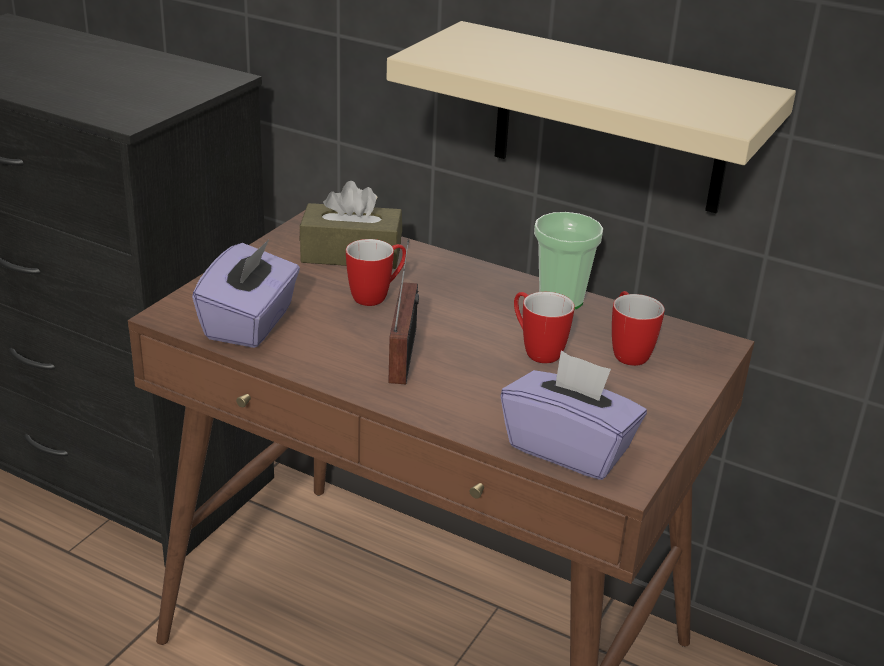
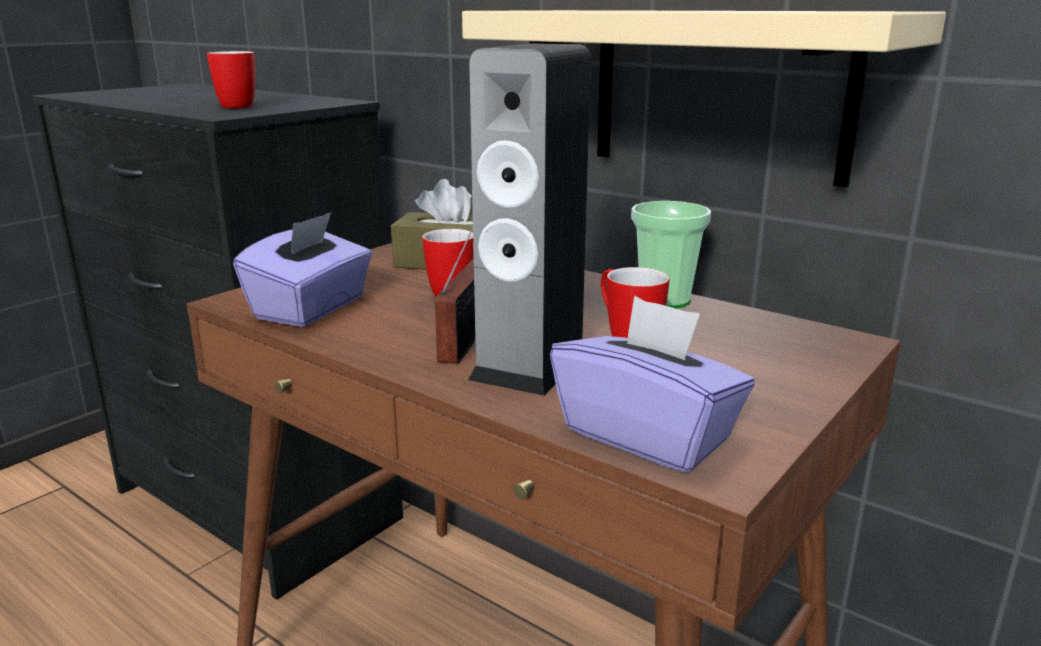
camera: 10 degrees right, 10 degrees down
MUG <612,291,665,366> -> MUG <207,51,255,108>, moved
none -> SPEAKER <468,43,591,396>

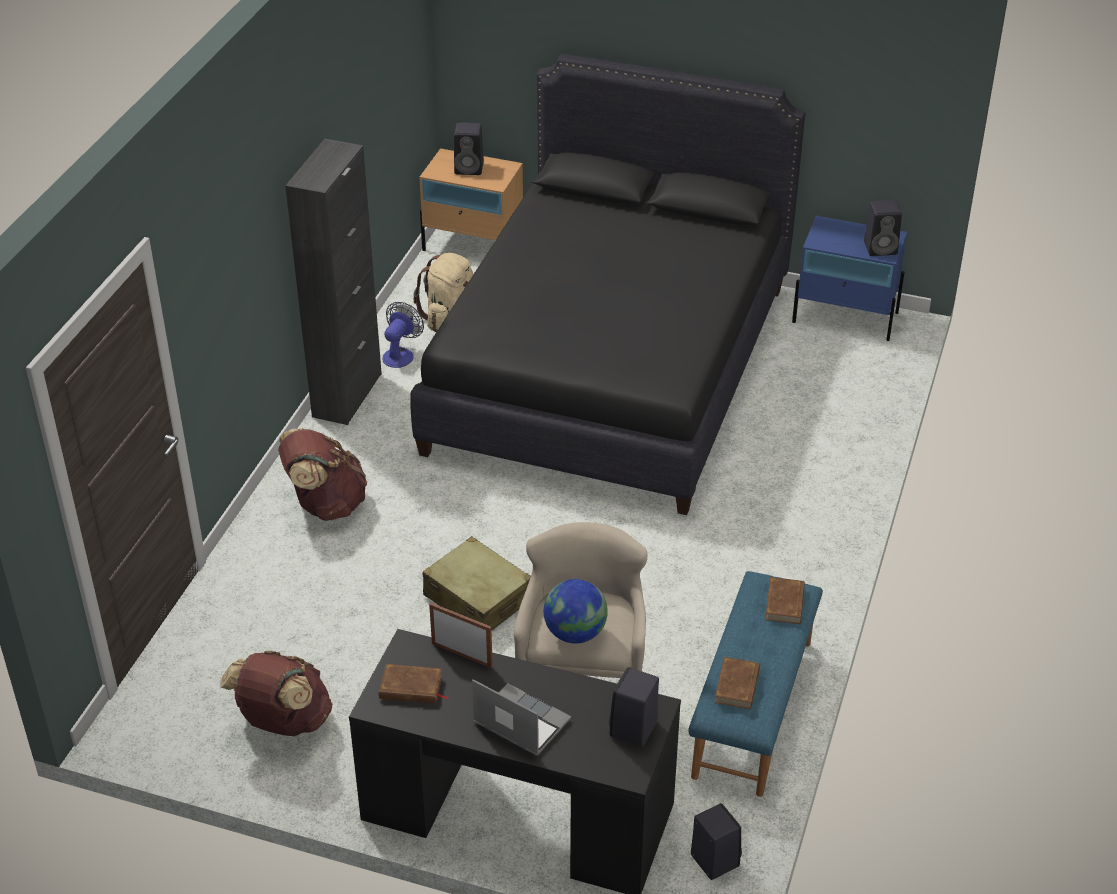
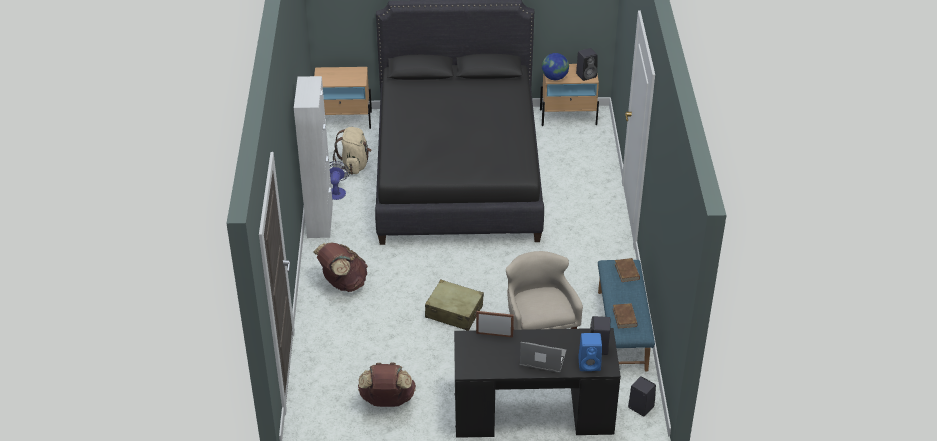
camera: 20 degrees left, 0 degrees up
BLACK SPEAKER <454,123,484,175> -> none
BLACK CABINET <285,139,382,425> -> WHITE CABINET <294,76,333,238>
BLUE NIGHTSTAND <792,216,907,341> -> BEIGE NIGHTSTAND <540,64,599,126>
GLOBE <544,579,608,644> -> GLOBE <542,53,569,80>, moved
BROWN BOOK <379,664,448,704> -> none
none -> BLUE SPEAKER <578,333,602,371>

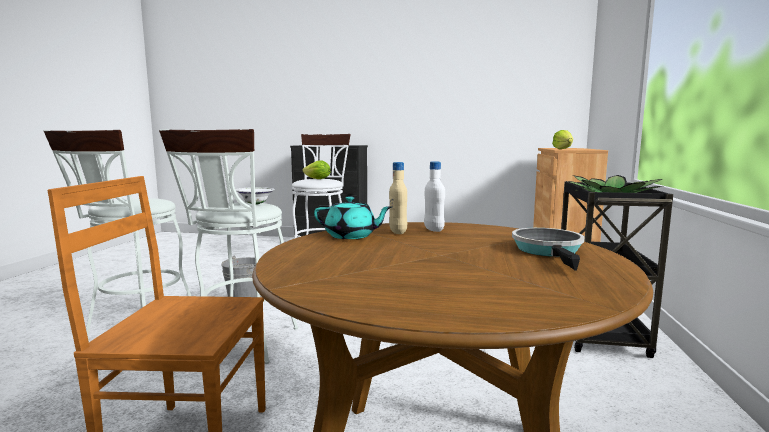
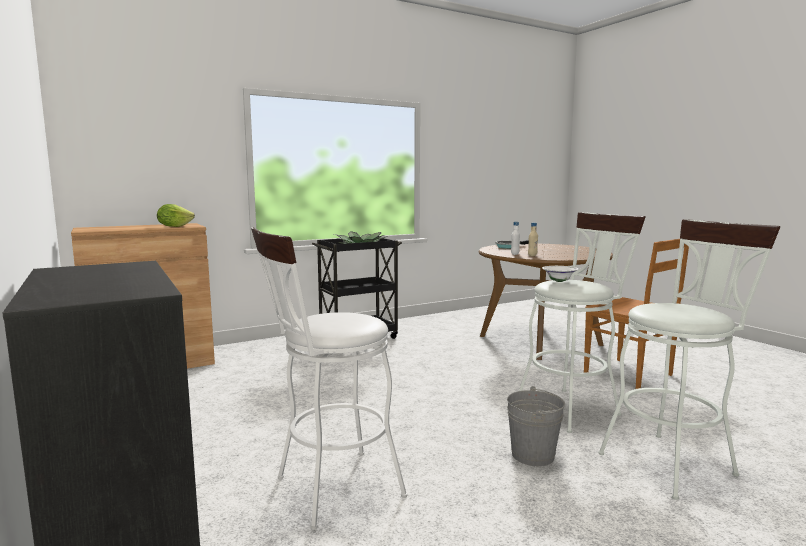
camera: 130 degrees left, 0 degrees up
LETTUCE <302,160,331,179> -> none
TURQUOISE TEAPOT <314,197,392,239> -> none

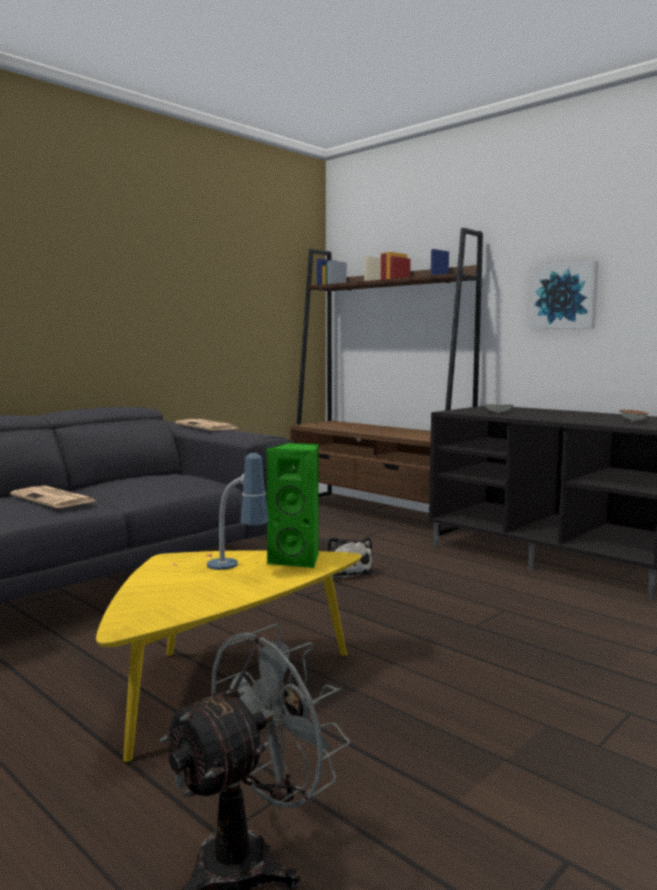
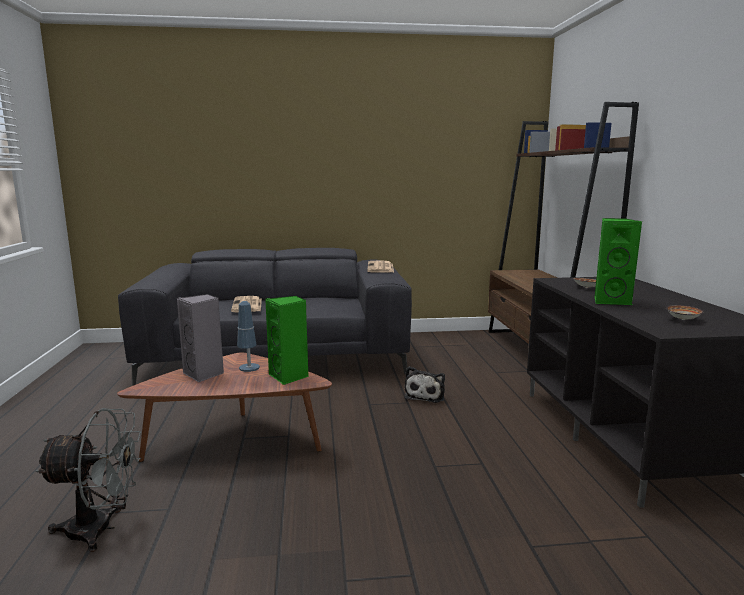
camera: 40 degrees right, 5 degrees up
PICTURE <531,261,599,329> -> none
YELLOW COFFEE TABLE <96,550,362,763> -> BROWN COFFEE TABLE <117,352,332,462>
none -> GREEN SPEAKER <595,218,642,305>
none -> GREY SPEAKER <177,294,224,383>

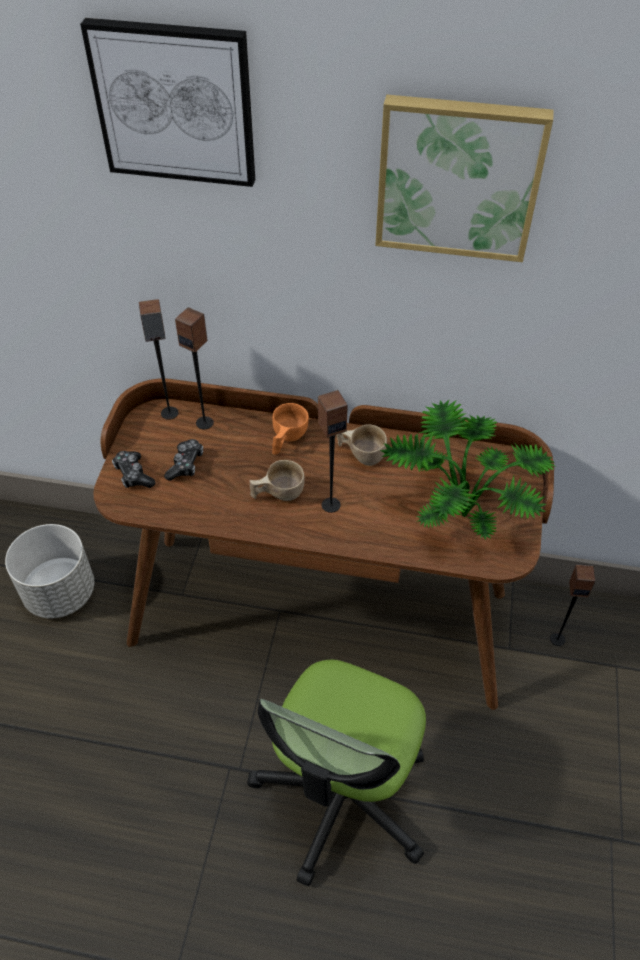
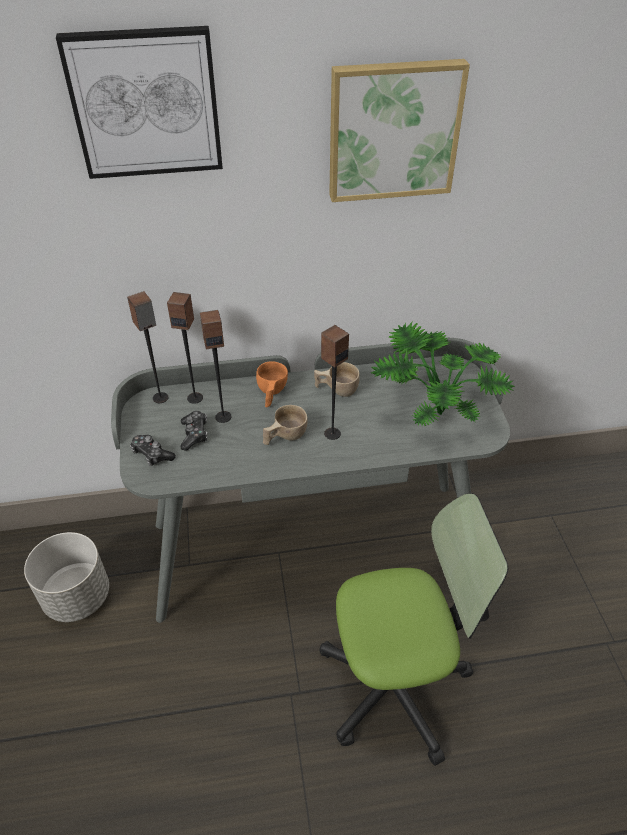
camera: 20 degrees left, 5 degrees down
BROWN DESK <93,378,554,710> -> GREY DESK <111,338,510,623>
SPEAKER <550,564,595,646> -> SPEAKER <200,310,231,423>, moved
OFFICE CHAIR <247,660,426,887> -> OFFICE CHAIR <319,493,508,766>, 105 degrees counterclockwise

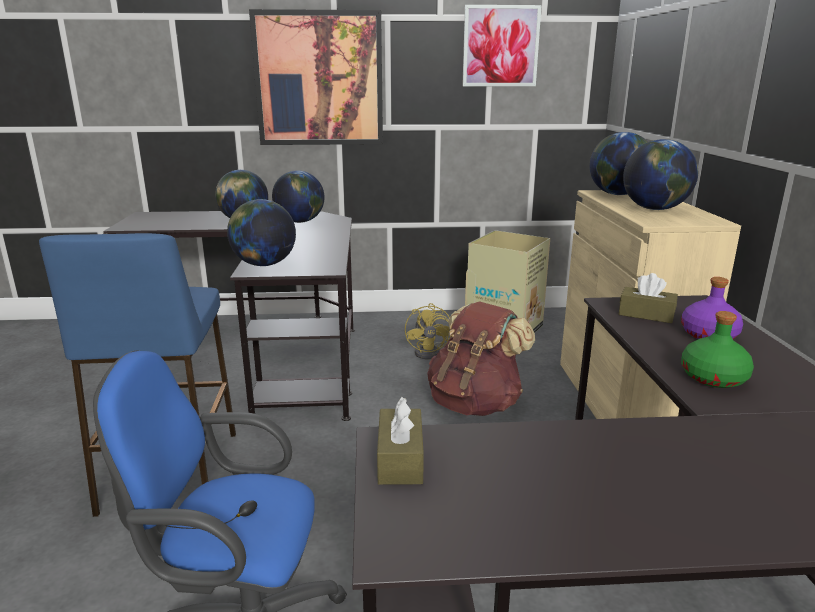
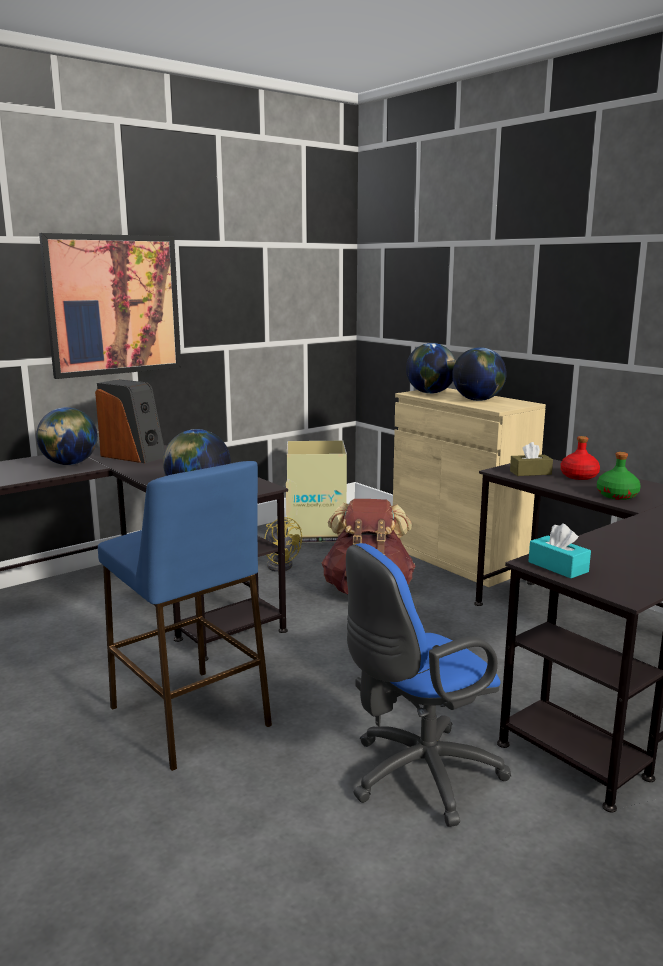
camera: 35 degrees left, 5 degrees down
PICTURE <462,5,542,86> -> none
GLOBE <272,170,325,223> -> SPEAKER <95,379,165,463>
PURPLE BOTTLE <681,277,743,339> -> RED BOTTLE <560,436,600,480>
BROWN TISSUE BOX <377,397,424,485> -> TURQUOISE TISSUE BOX <528,524,591,578>

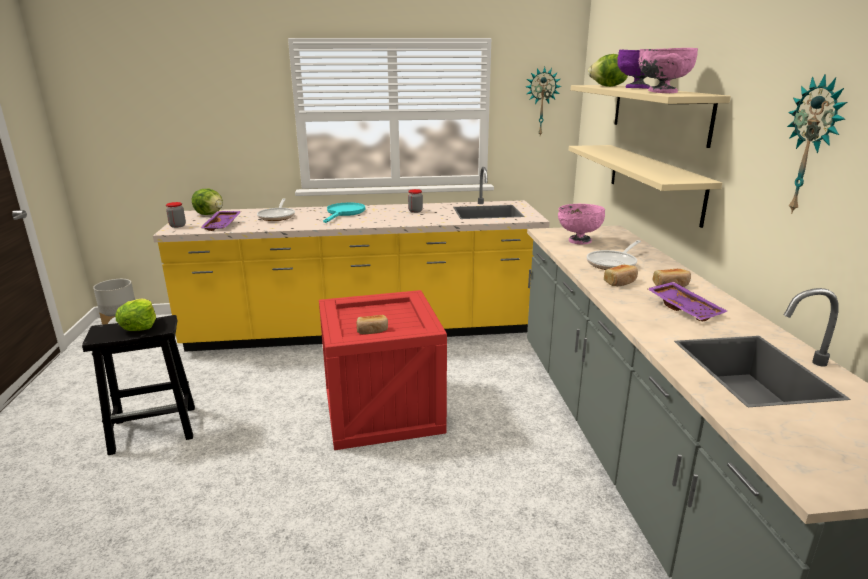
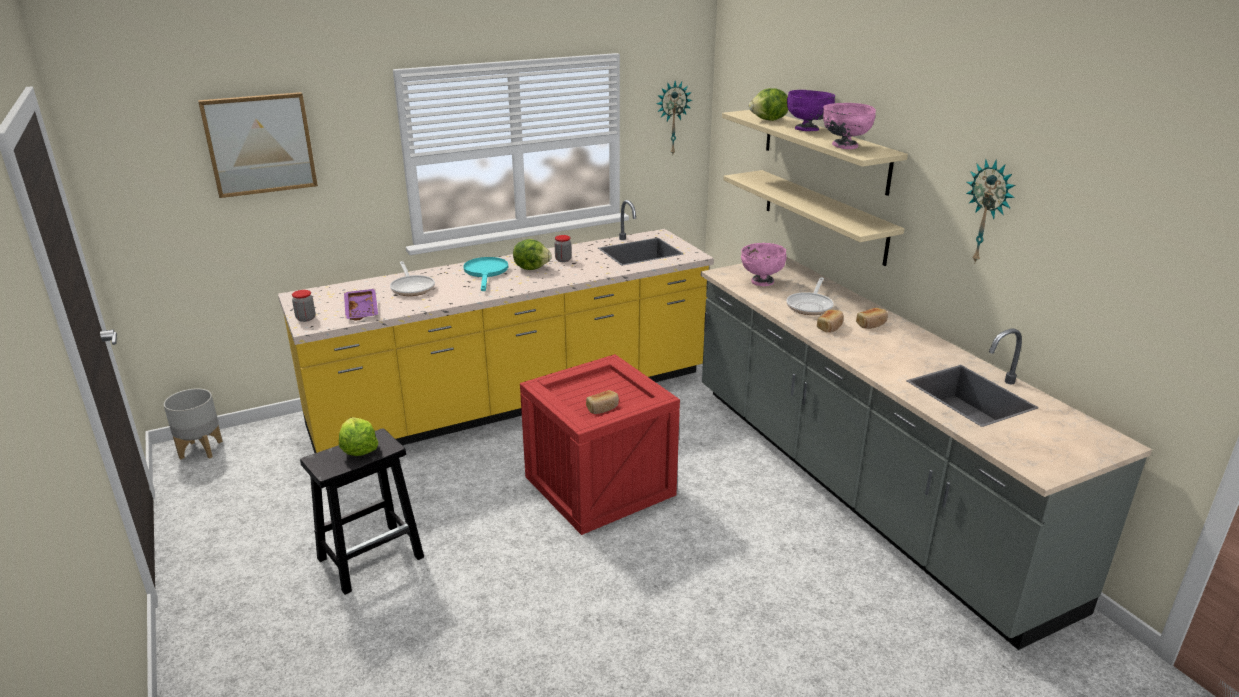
camera: 20 degrees left, 5 degrees up
LETTUCE <192,188,223,215> -> LETTUCE <513,239,552,270>, moved
PURPLE TRAY <647,282,727,322> -> none
none -> PICTURE <198,92,318,198>

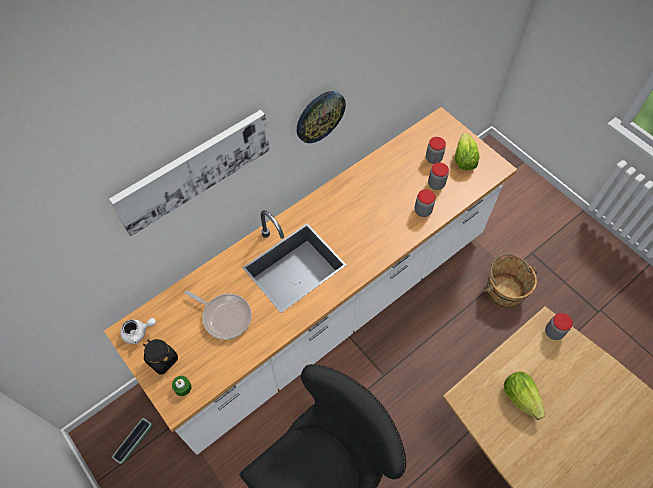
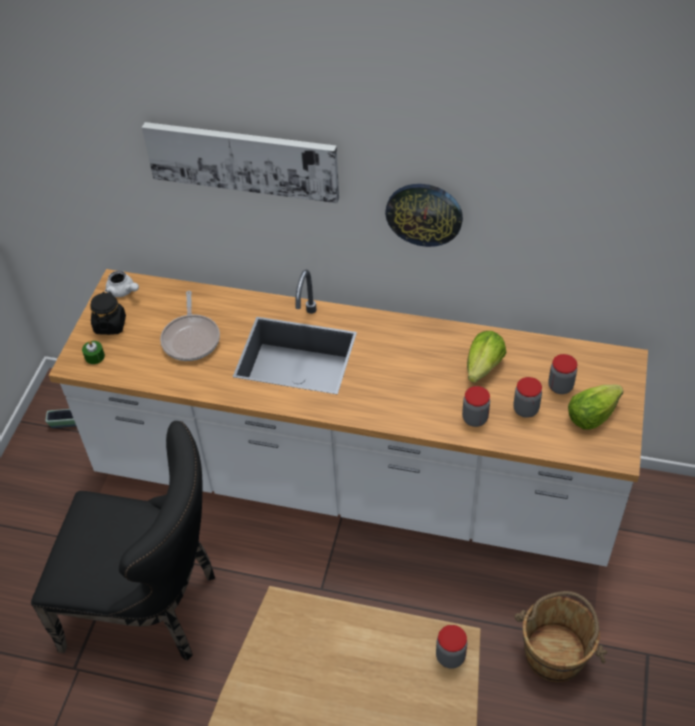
camera: 55 degrees right, 10 degrees down
LETTUCE <504,372,545,420> -> LETTUCE <467,331,506,383>, moved

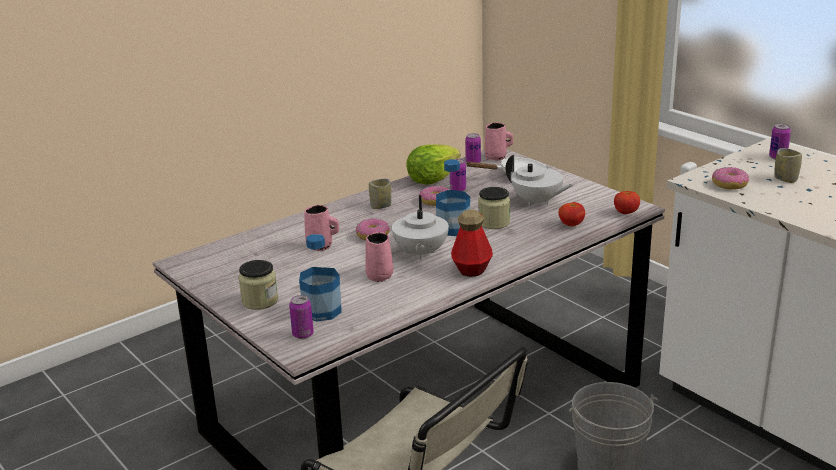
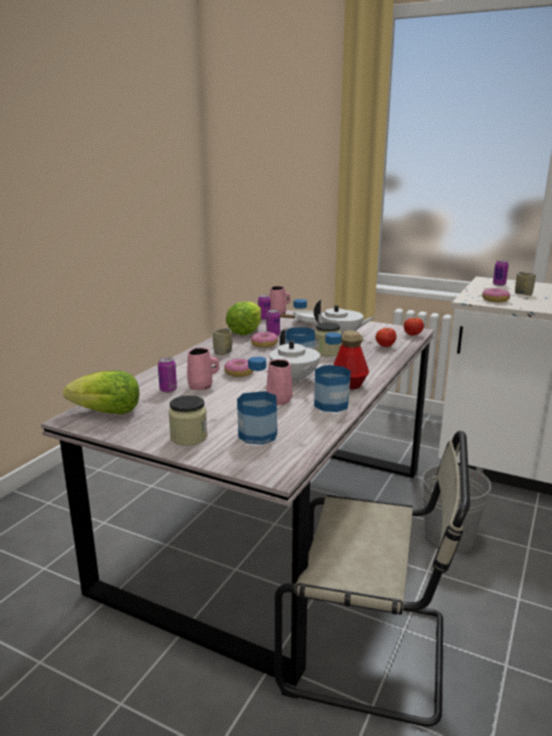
camera: 25 degrees left, 5 degrees down
CAN <289,295,314,339> -> CAN <158,357,177,393>, moved
none -> BOTTLE <314,332,351,412>
none -> LETTUCE <63,370,140,414>

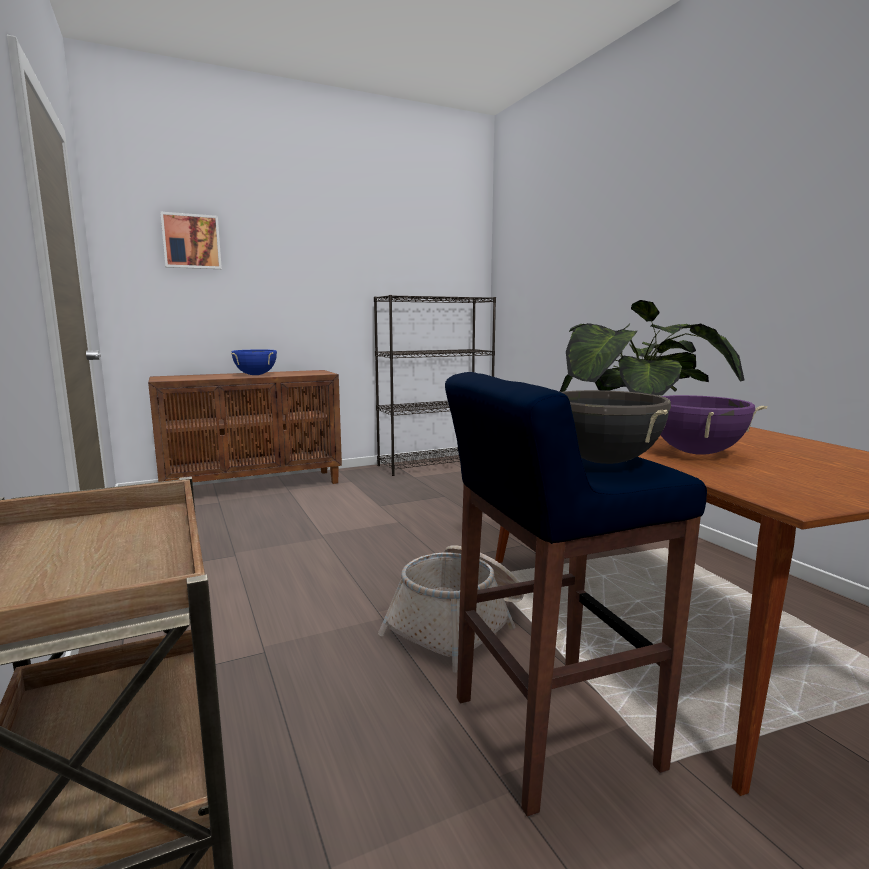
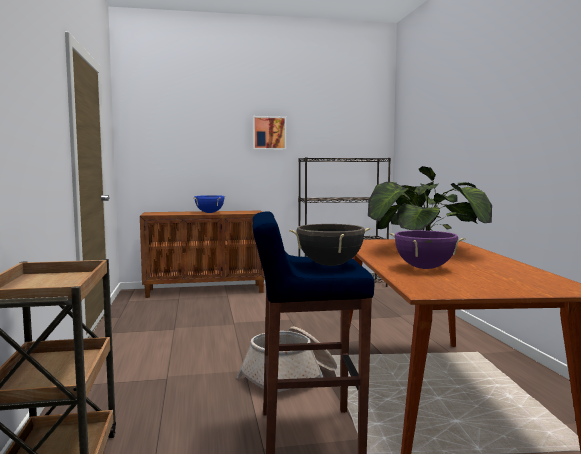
camera: 15 degrees right, 5 degrees down
PICTURE <160,211,222,269> -> PICTURE <253,116,286,150>, moved

